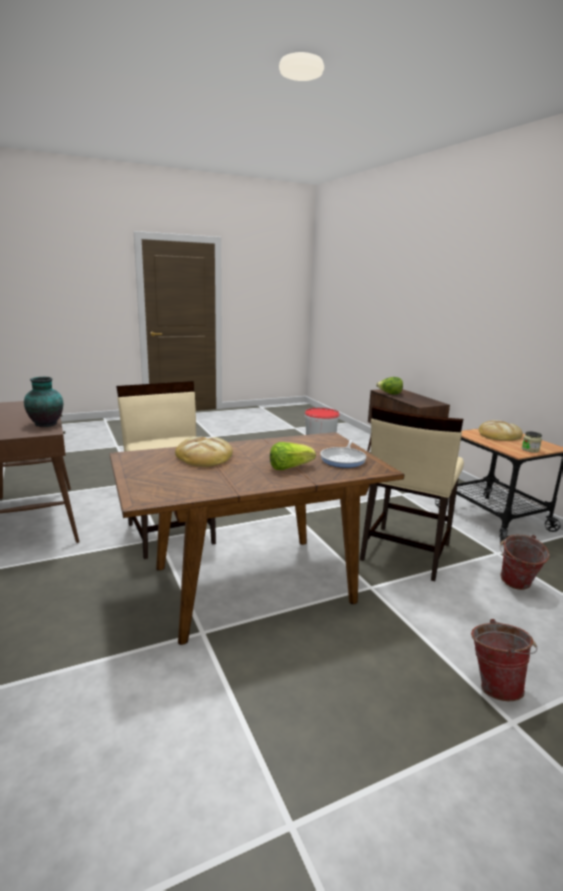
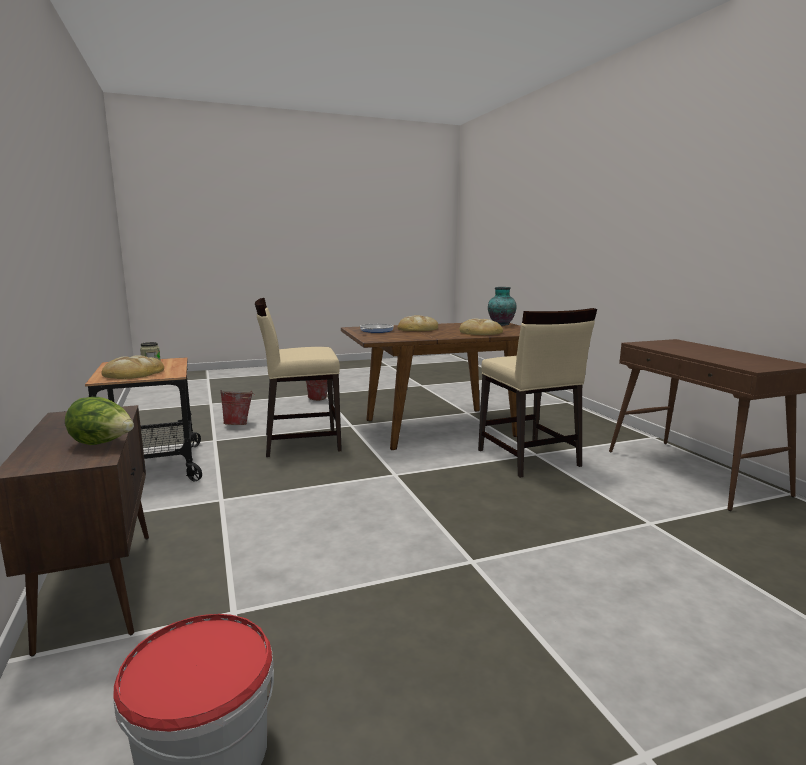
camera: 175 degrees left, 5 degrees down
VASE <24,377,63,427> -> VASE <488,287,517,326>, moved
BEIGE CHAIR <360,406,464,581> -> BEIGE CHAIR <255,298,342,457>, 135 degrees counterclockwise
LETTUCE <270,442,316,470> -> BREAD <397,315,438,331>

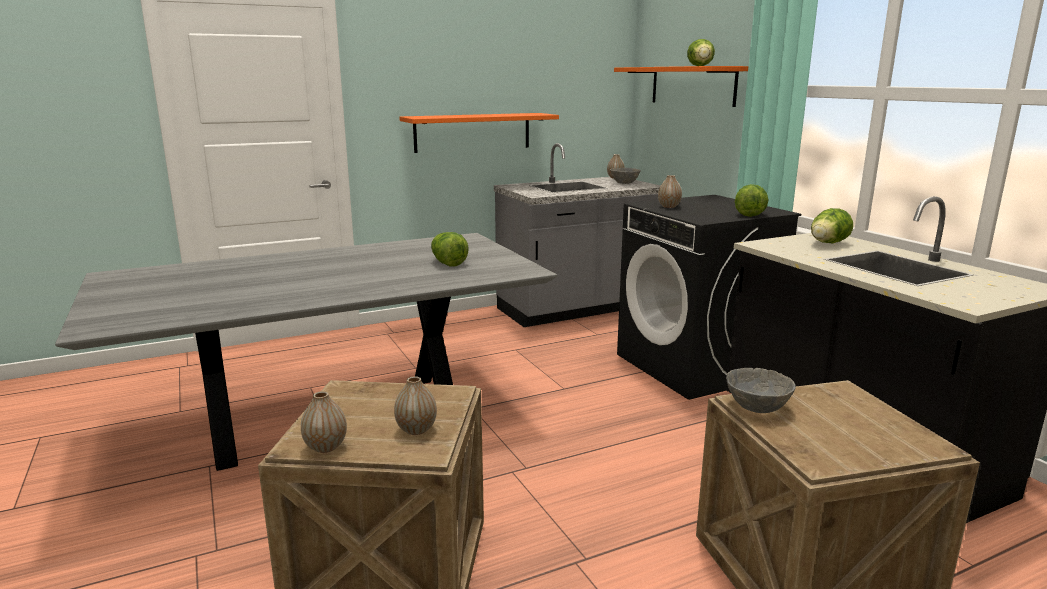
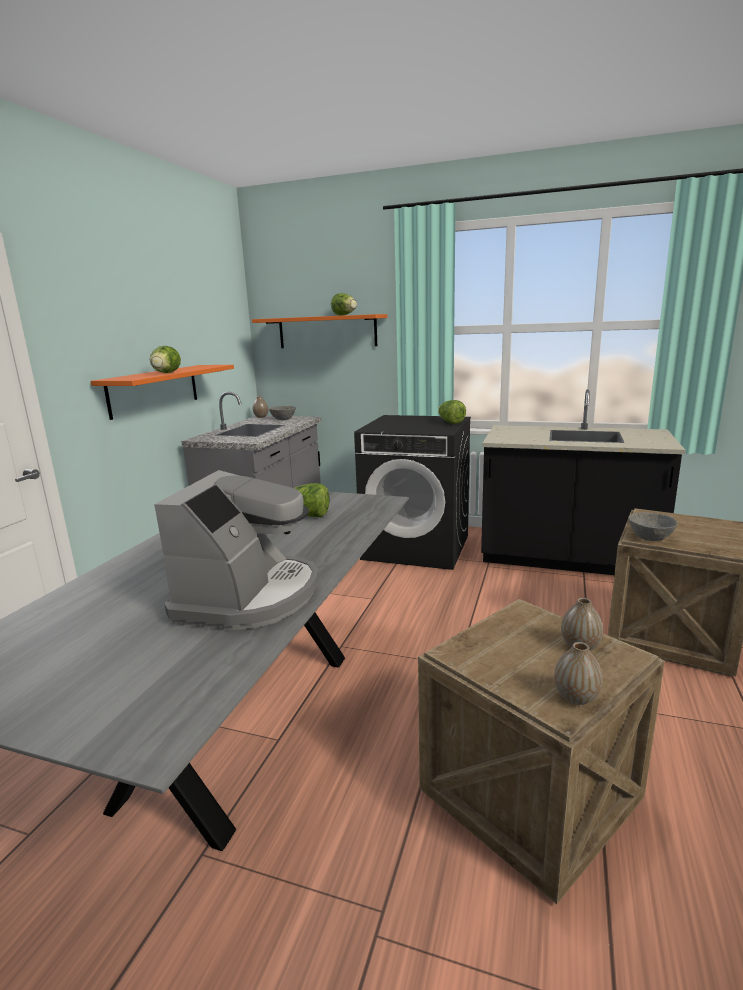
camera: 45 degrees left, 0 degrees up
VASE <658,175,682,208> -> none
LETTUCE <811,208,853,244> -> LETTUCE <150,346,181,373>, moved
none -> COFFEE MACHINE <154,470,319,630>

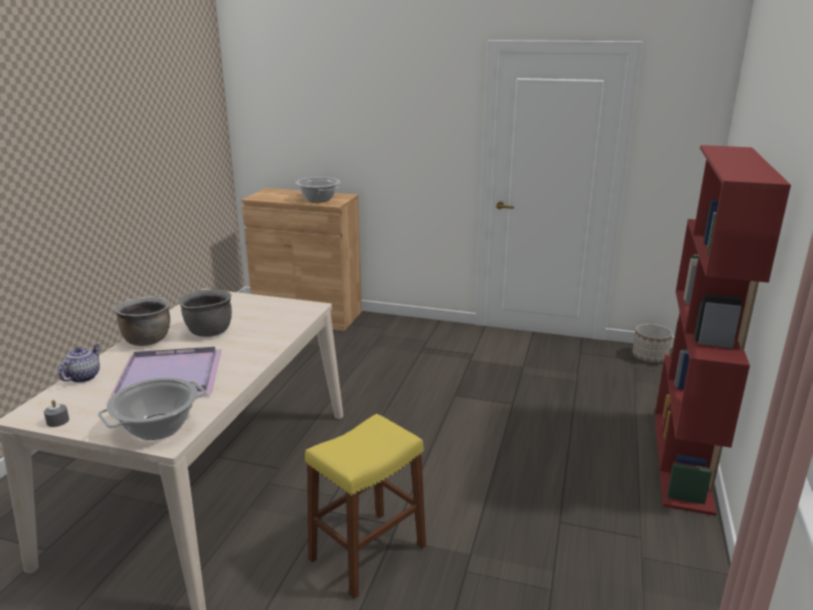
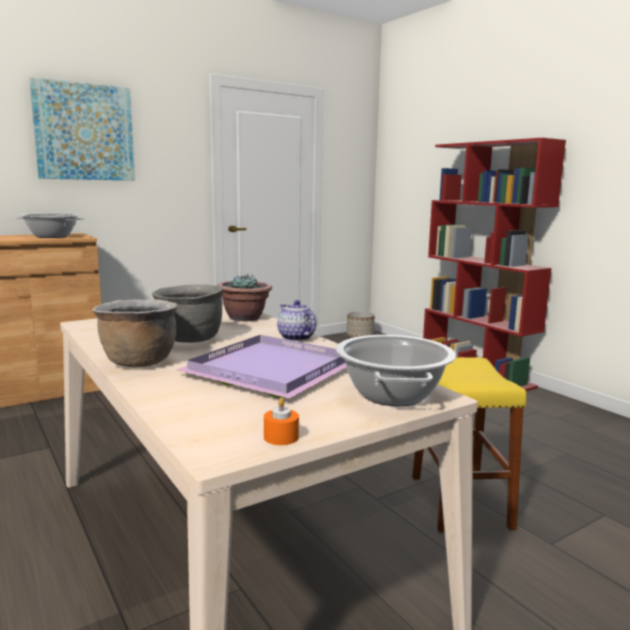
camera: 50 degrees left, 10 degrees down
TEAPOT <58,344,100,383> -> TEAPOT <277,300,316,341>, moved
GREY CANDLE <44,400,69,427> -> ORANGE CANDLE <264,398,299,445>
none -> PICTURE <29,77,135,181>
none -> POTTED PLANT <217,275,272,322>

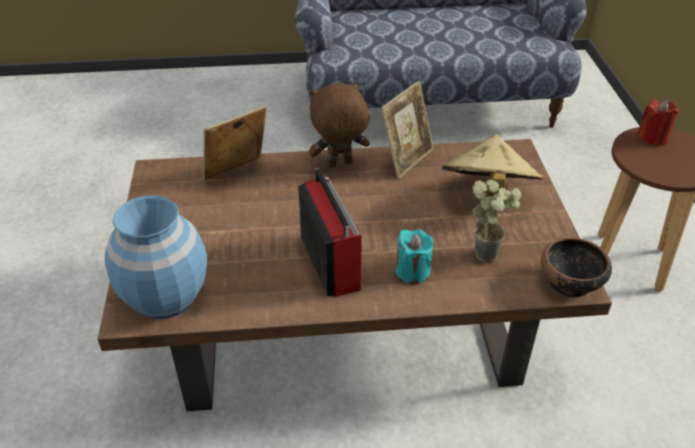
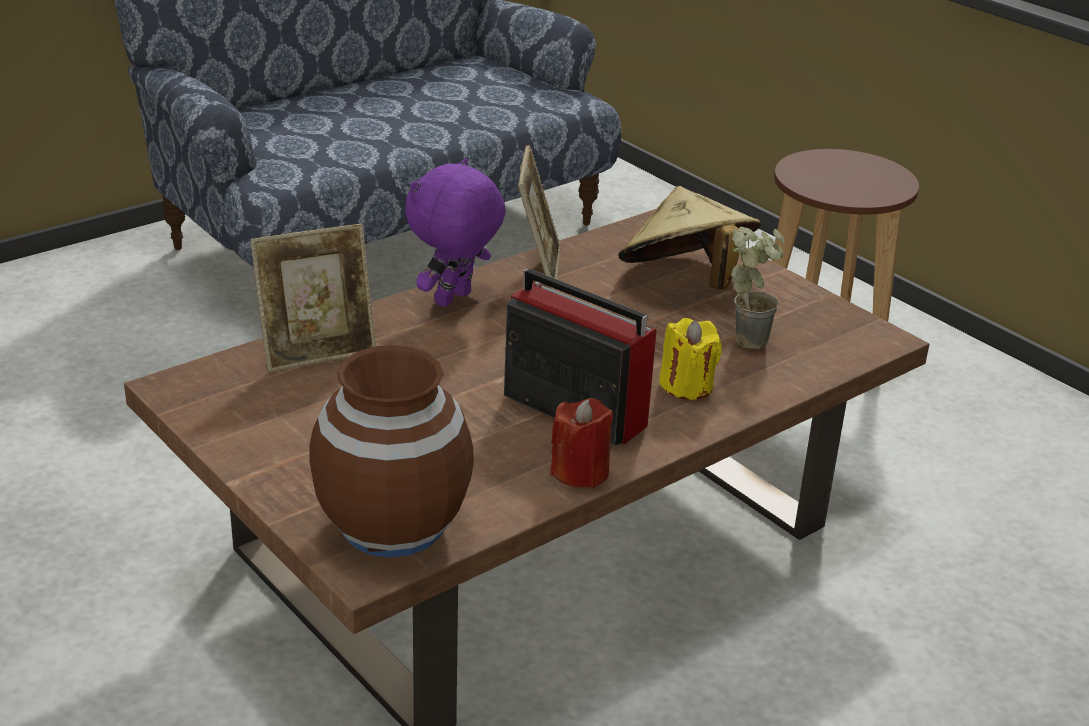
camera: 35 degrees left, 10 degrees down
BROWN PLUSH TOY <309,82,370,168> -> PURPLE PLUSH TOY <405,158,506,307>
RED CANDLE <637,99,680,146> -> RED CANDLE <550,398,613,488>, moved
PICTURE FRAME <203,106,267,180> -> PICTURE FRAME <250,224,376,372>, 135 degrees counterclockwise
BLUE VASE <105,195,207,319> -> BROWN VASE <309,345,474,558>
TURQUOISE CANDLE <395,229,433,284> -> YELLOW CANDLE <659,318,722,400>
BOWL <541,237,612,298> -> none

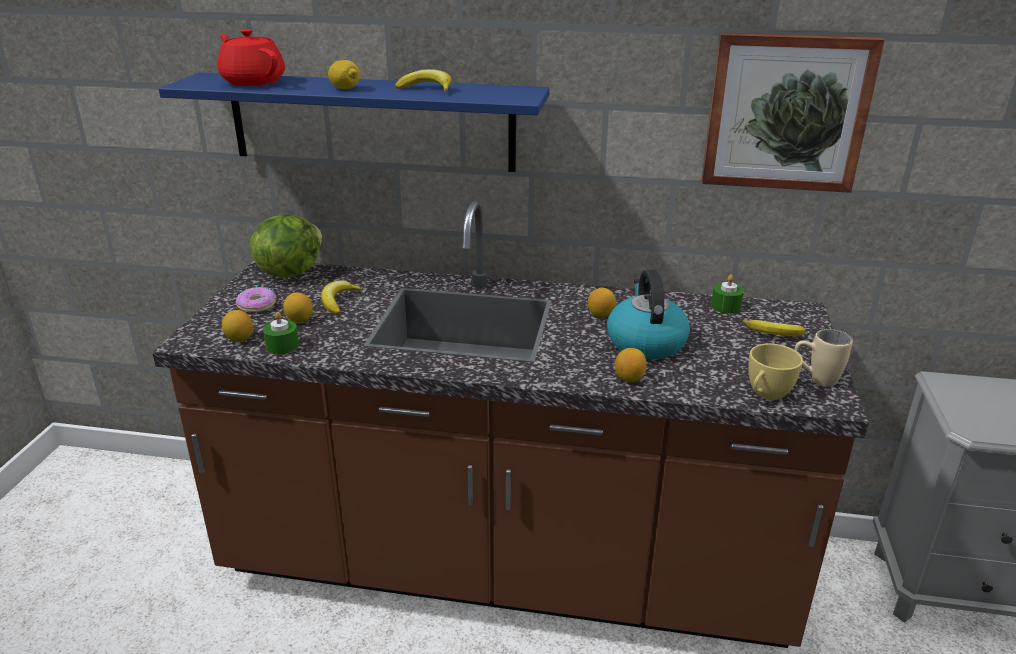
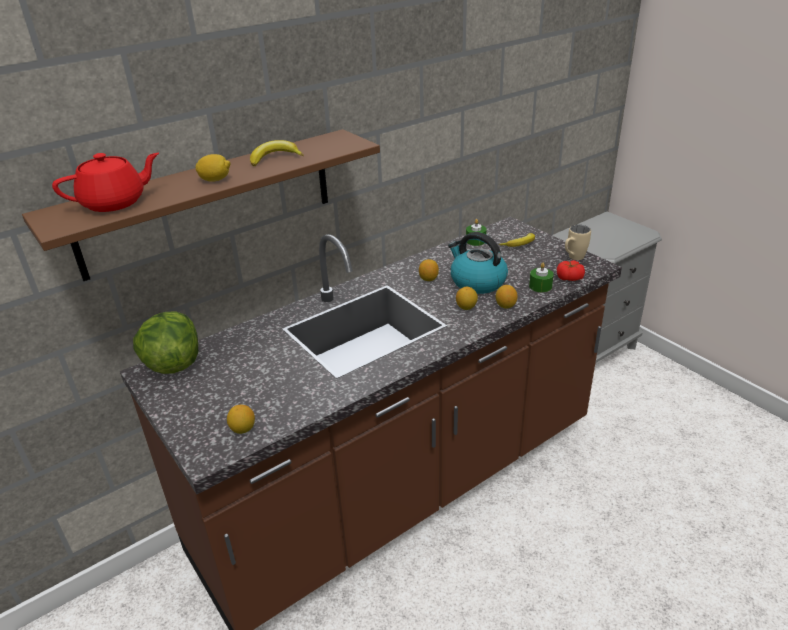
camera: 45 degrees left, 5 degrees up
RED TEAPOT <217,29,285,86> -> RED TEAPOT <52,153,159,212>, 150 degrees clockwise
PICTURE <702,32,885,193> -> none
BLUE SHELF <159,72,549,172> -> BROWN SHELF <22,129,380,281>
BANANA <321,280,363,315> -> none
DONUT <236,286,276,312> -> none
LEMON <283,293,313,323> -> LEMON <456,287,478,310>, moved
GREEN CANDLE <263,312,299,355> -> GREEN CANDLE <529,263,554,292>, moved
YELLOW CUP <748,344,803,400> -> TOMATO <557,261,585,281>

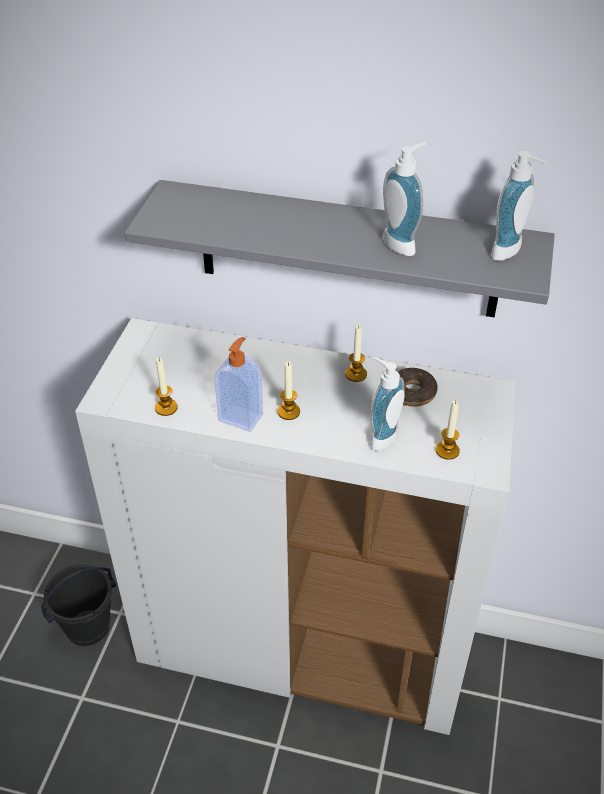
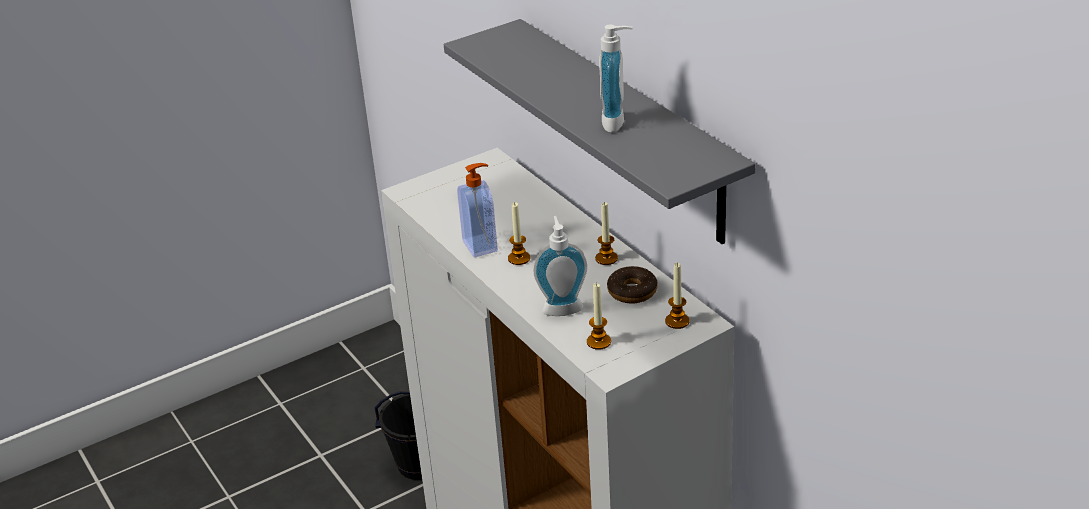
camera: 45 degrees right, 10 degrees down
SOAP DISPENSER <491,151,546,261> -> none
CANDLE <155,358,178,416> -> CANDLE <665,262,690,329>, moved

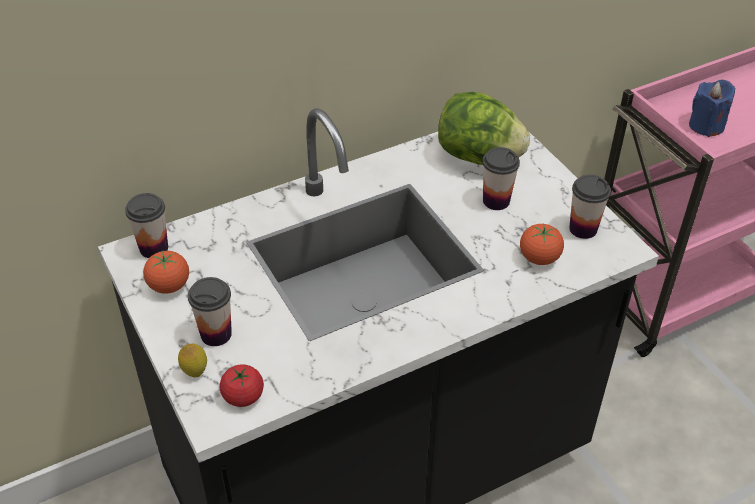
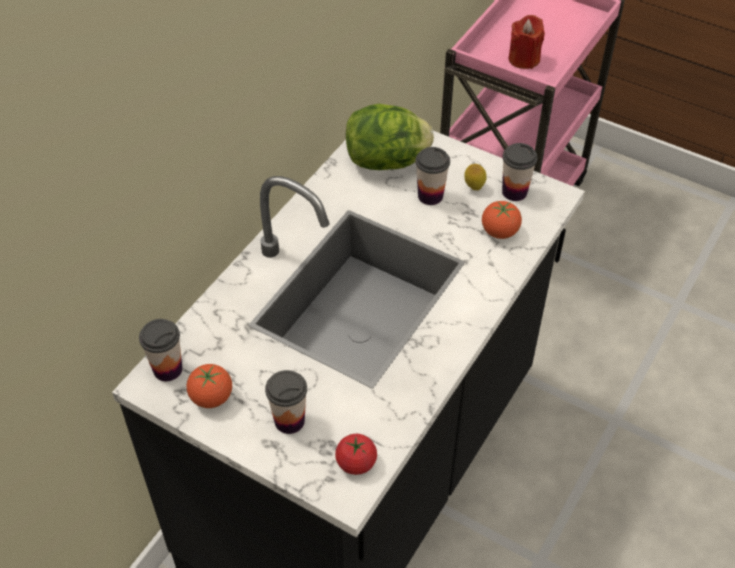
camera: 30 degrees left, 5 degrees up
BLUE CANDLE <689,80,735,137> -> RED CANDLE <509,15,545,69>
LEMON <178,344,207,377> -> LEMON <464,164,487,190>, moved

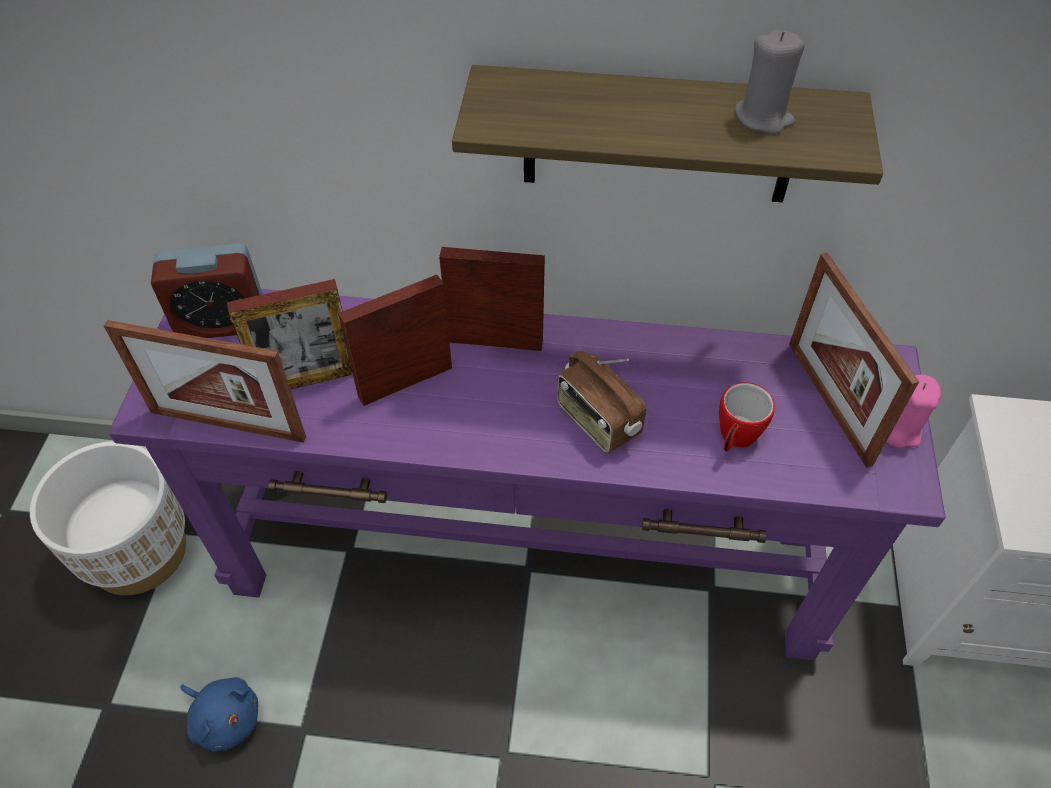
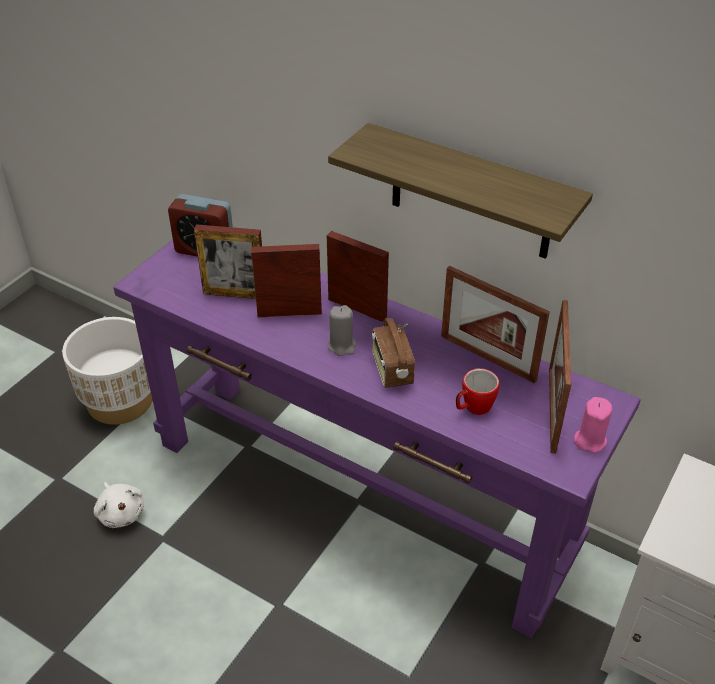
camera: 25 degrees right, 10 degrees down
GREY CANDLE <735,29,805,134> -> GREY CANDLE <328,305,356,356>, moved
PICTURE FRAME <104,320,306,443> -> PICTURE FRAME <441,266,550,383>, moved
BLUE PLUSH TOY <180,677,258,752> -> WHITE PLUSH TOY <94,482,144,528>

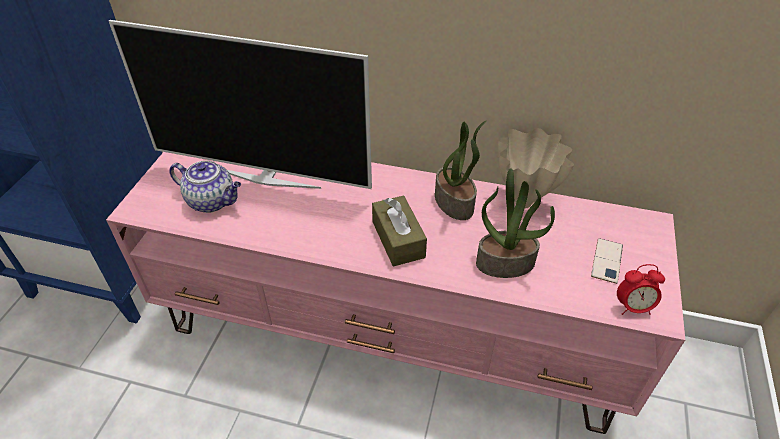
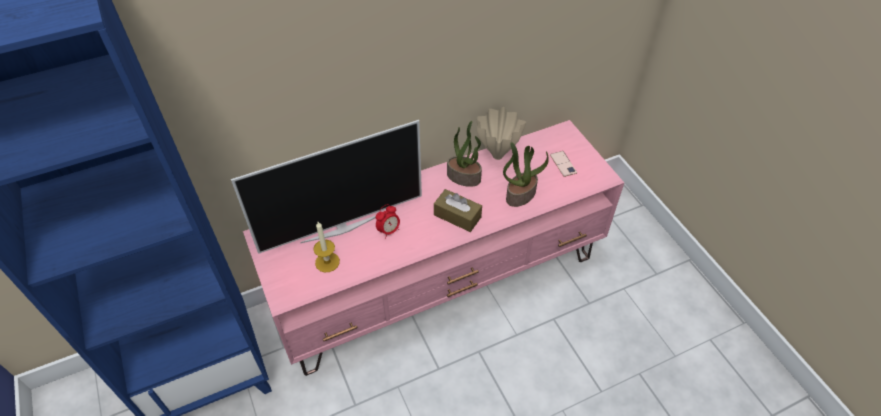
camera: 40 degrees left, 5 degrees up
TEAPOT <169,160,241,213> -> CANDLE <314,222,340,272>
ALARM CLOCK <617,264,665,315> -> ALARM CLOCK <376,204,400,239>, moved

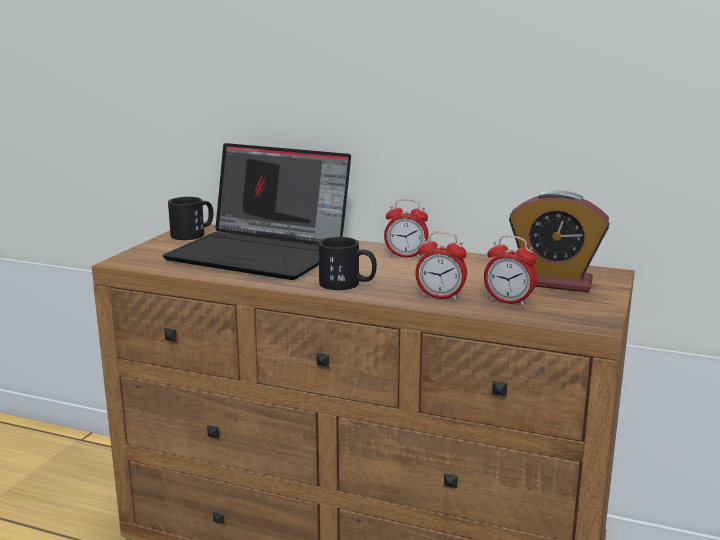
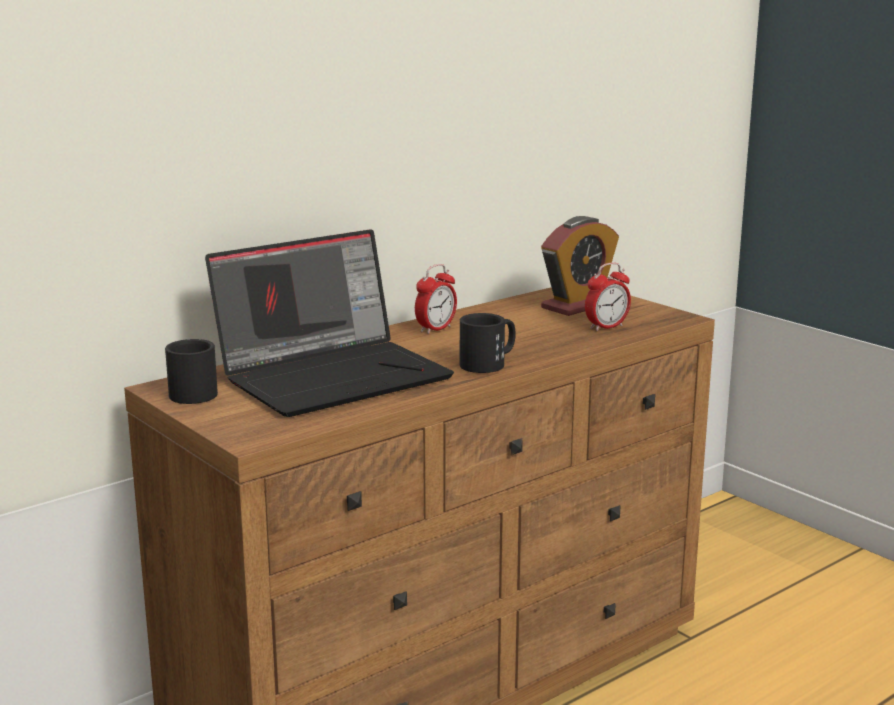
camera: 60 degrees left, 0 degrees up
ALARM CLOCK <415,232,467,300> -> none

